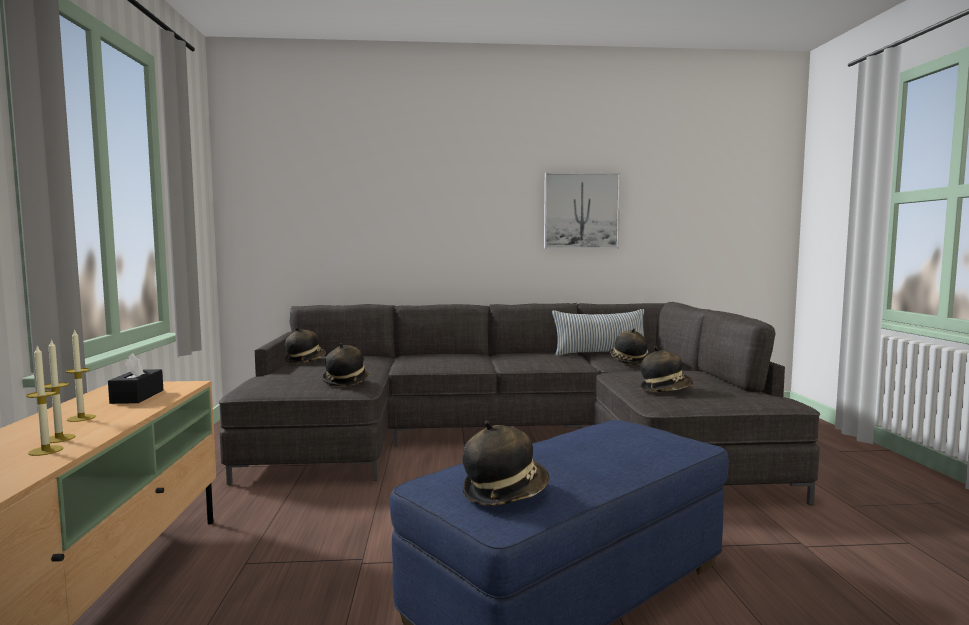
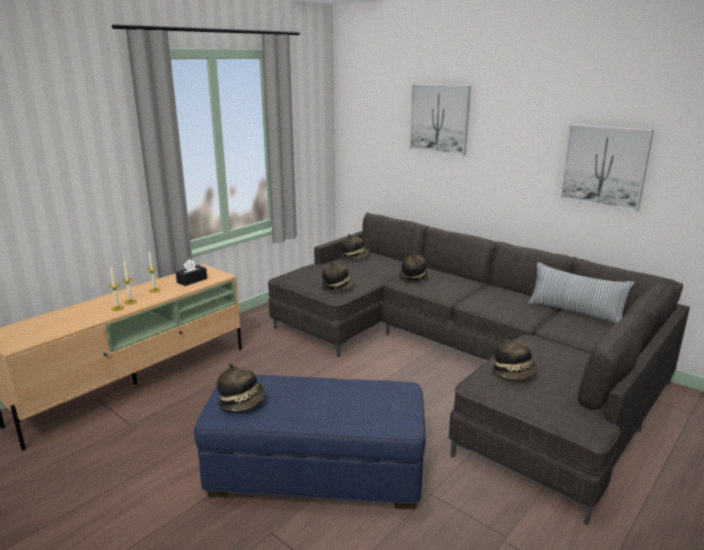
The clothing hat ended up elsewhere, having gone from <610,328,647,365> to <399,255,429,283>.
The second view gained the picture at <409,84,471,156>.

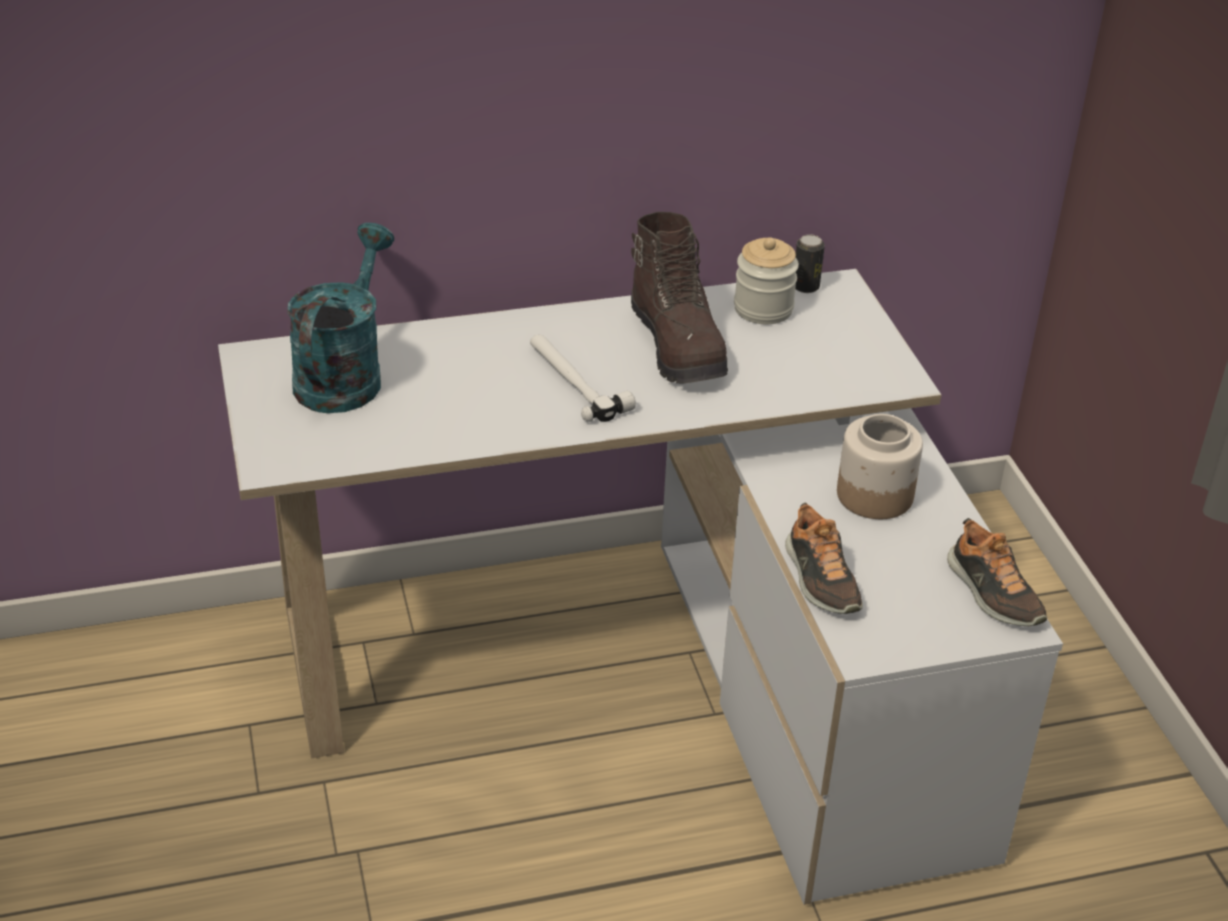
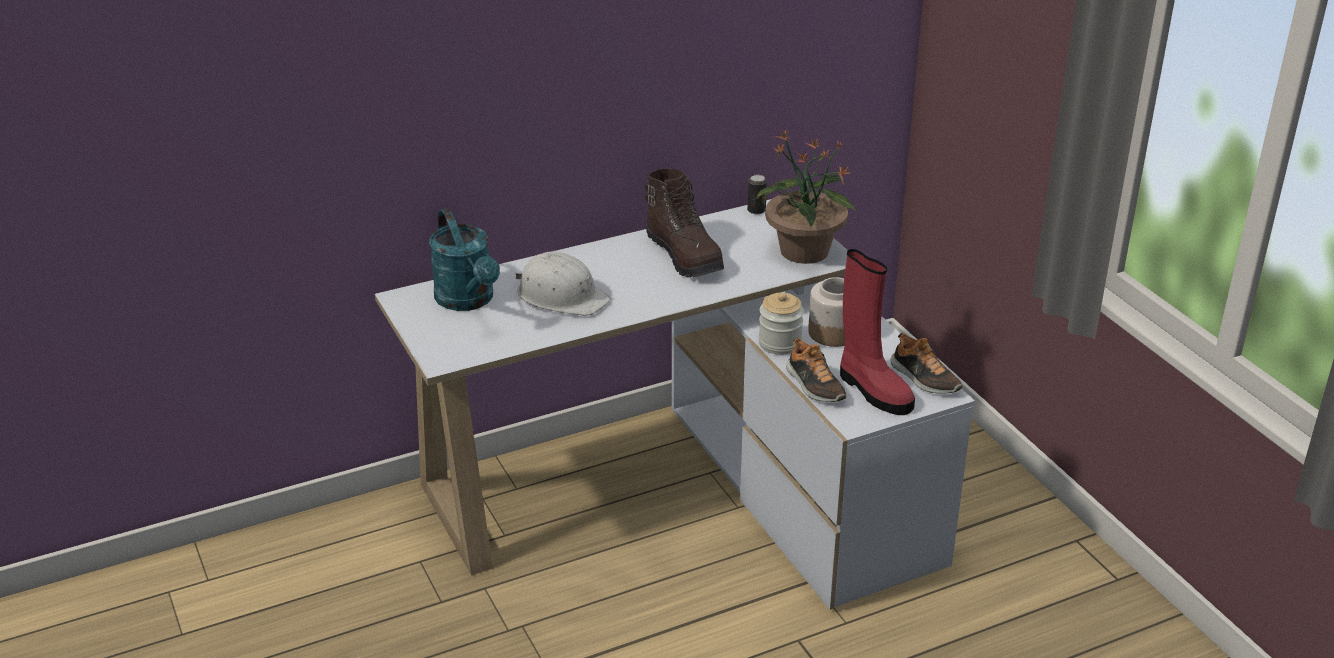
The turquoise watering pot at <287,223,394,413> ended up facing another way, 150 degrees clockwise from before.
The second view lost the hammer at <530,335,636,422>.
The storage jar ended up elsewhere, having gone from <734,237,799,324> to <759,292,804,355>.
The second view gained the white hard hat at <515,252,611,316>.
The second view gained the potted plant at <756,129,856,264>.
The second view gained the red tall boot at <840,249,915,415>.

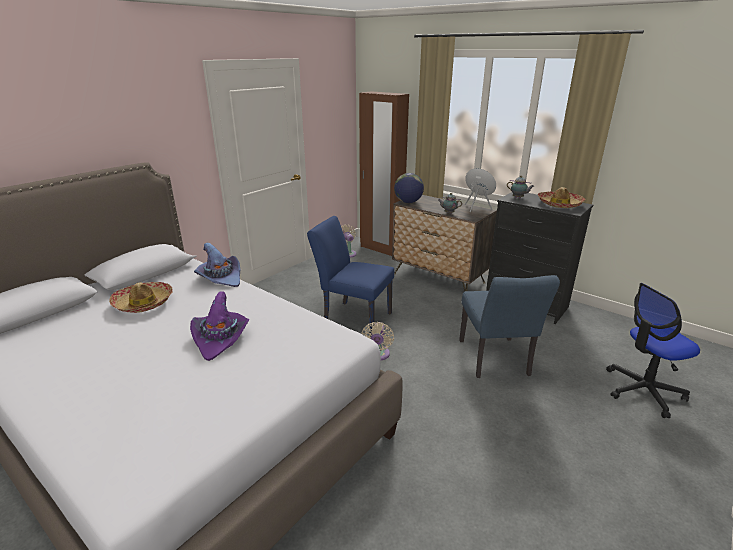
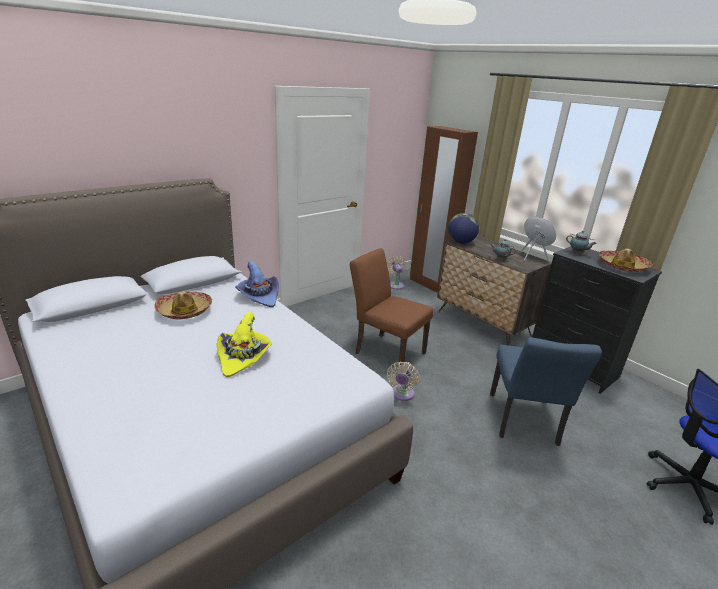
What was the purple clothing hat at <190,292,250,361> turned into the yellow-coloured clothing hat at <217,312,272,377>.
What was the blue-coloured chair at <307,216,394,335> turned into the brownish chair at <350,248,434,365>.

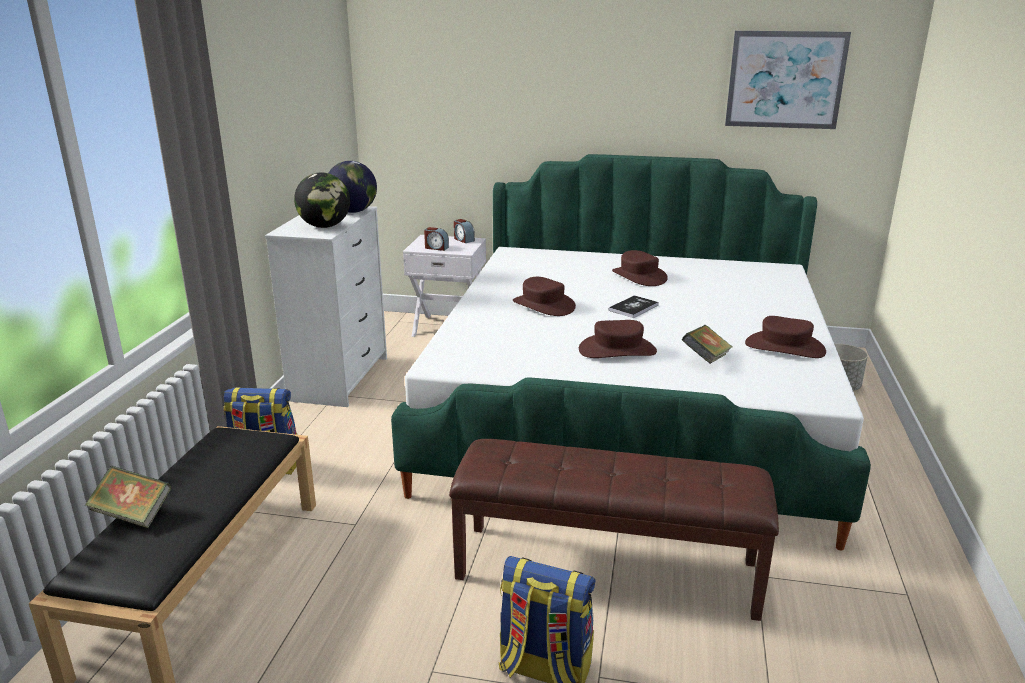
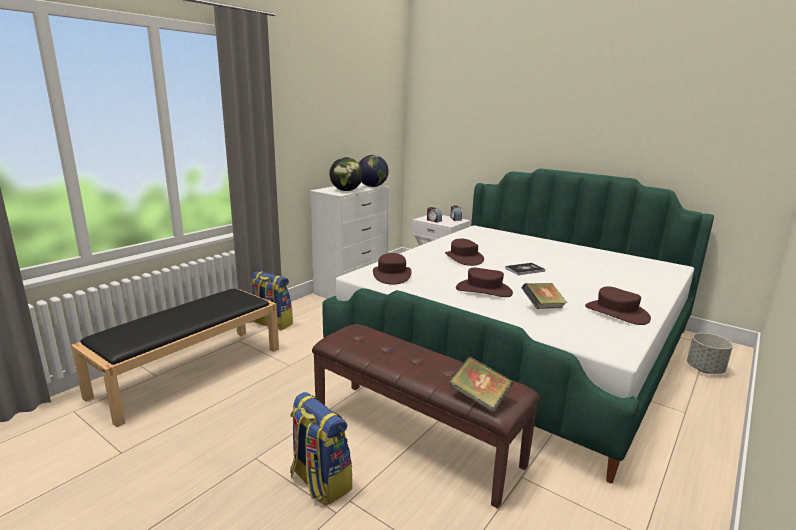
The book ended up elsewhere, having gone from <85,466,172,528> to <450,357,513,413>.
The brownish clothing hat ended up elsewhere, having gone from <612,250,668,286> to <373,253,411,285>.
The second view lost the picture at <725,31,851,129>.

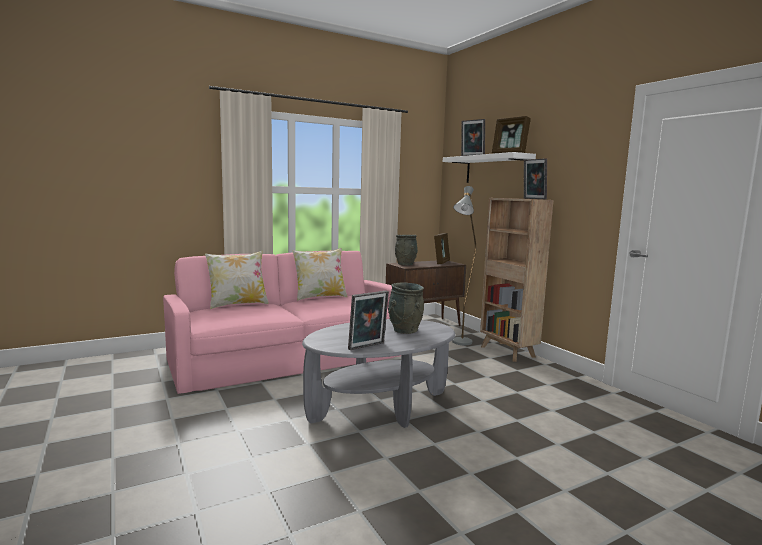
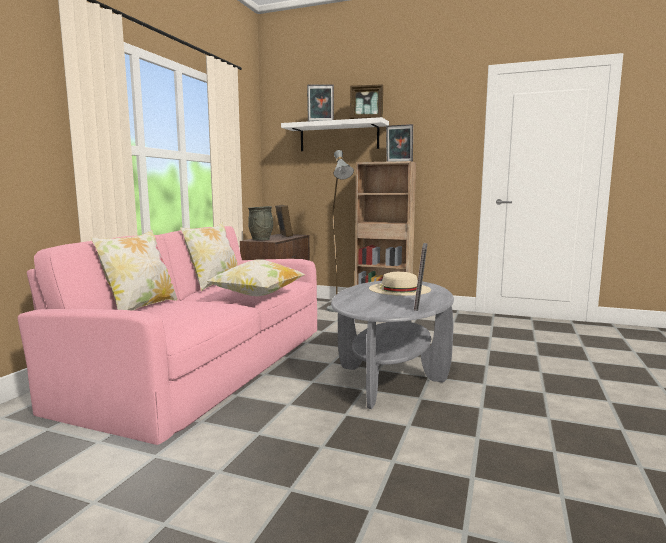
Where the grey flower vase stood at <388,282,424,334>, the beige-coloured clothing hat came to stand at <369,272,431,296>.
The second view gained the throw pillow at <206,259,305,296>.

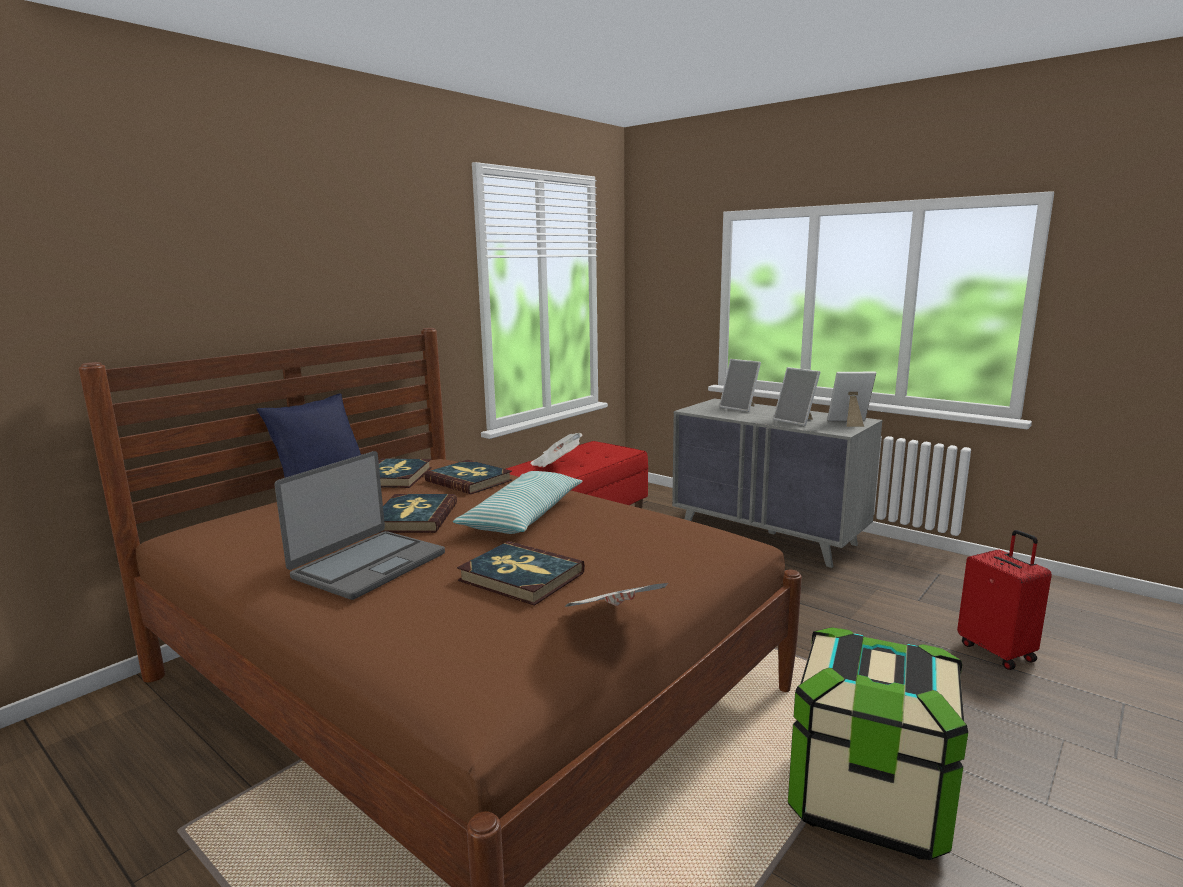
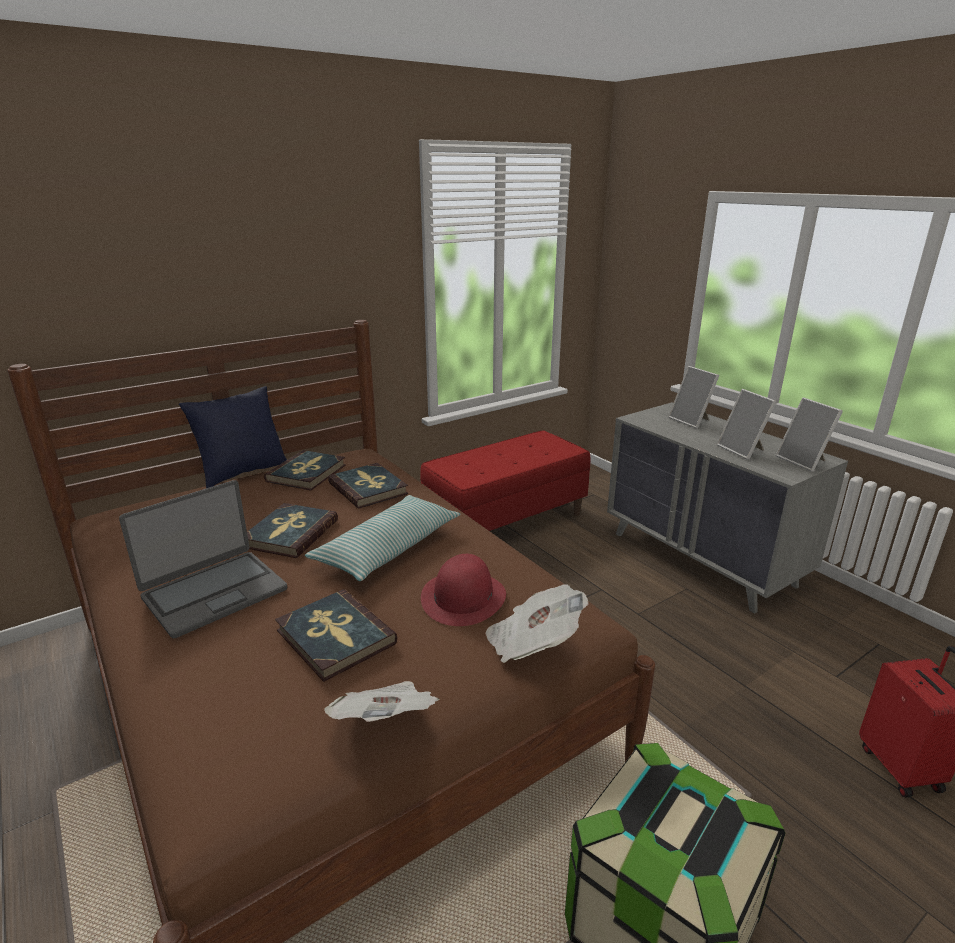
The daily paper ended up elsewhere, having gone from <530,433,583,468> to <485,584,588,663>.
The standing frame at <827,372,876,427> ended up facing another way, 135 degrees counterclockwise from before.
The second view gained the red clothing hat at <421,554,506,626>.

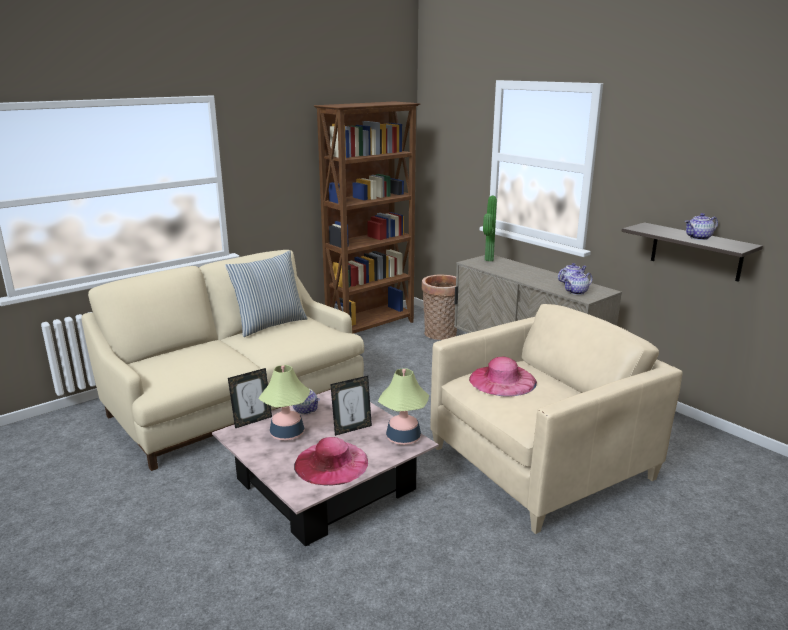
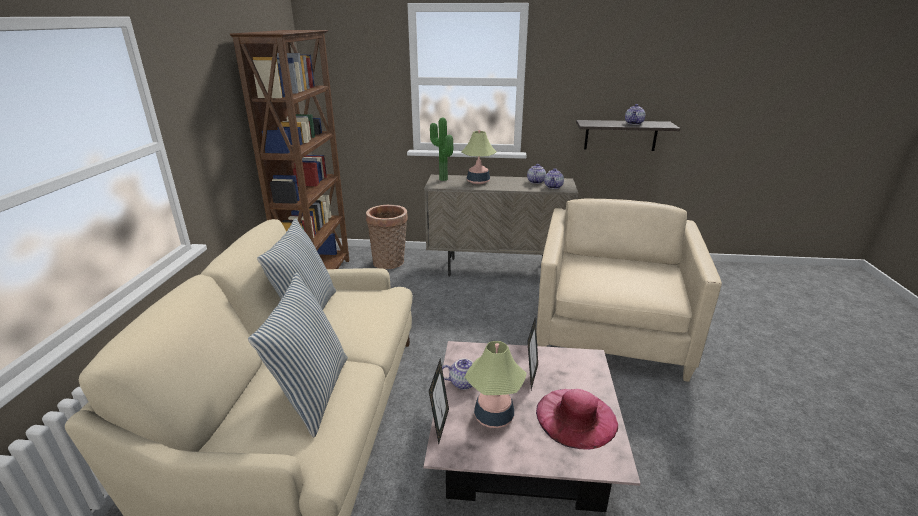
The tabletop lamp ended up elsewhere, having gone from <378,368,429,445> to <461,130,497,184>.
The second view lost the pinkish clothing hat at <469,357,537,397>.
The second view gained the throw pillow at <248,272,348,437>.

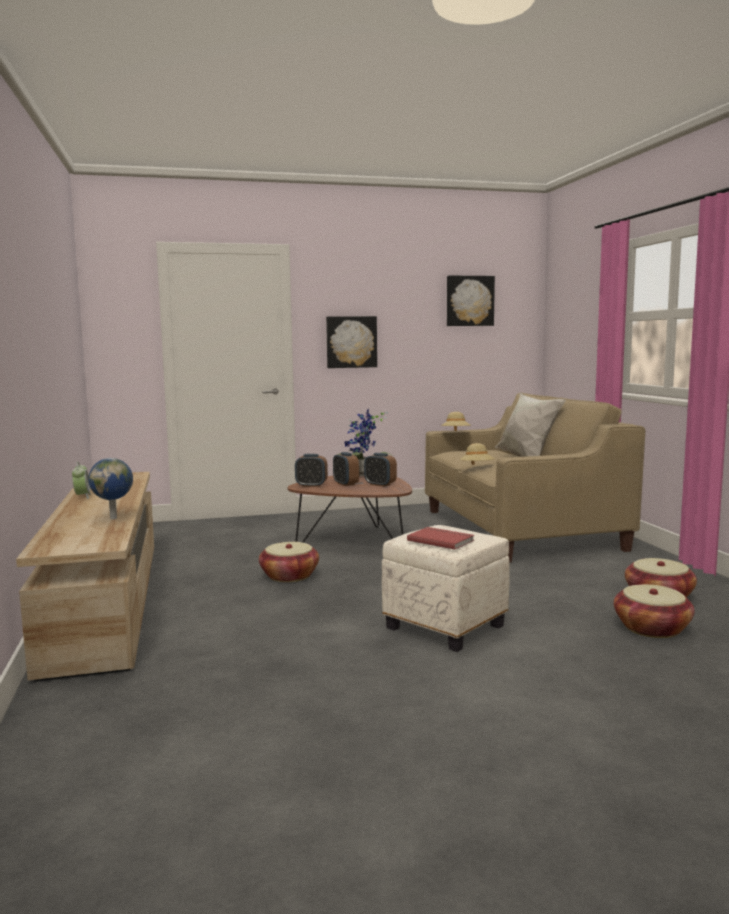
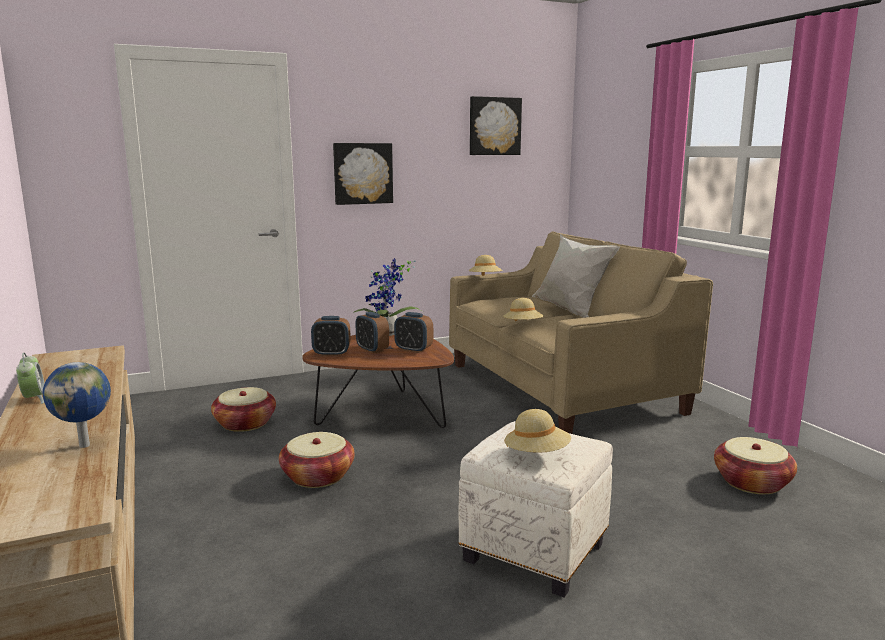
Where the red book stood at <407,527,474,550>, the beige-coloured clothing hat came to stand at <504,409,571,452>.
The storage basket ended up elsewhere, having gone from <614,584,694,638> to <211,387,276,432>.

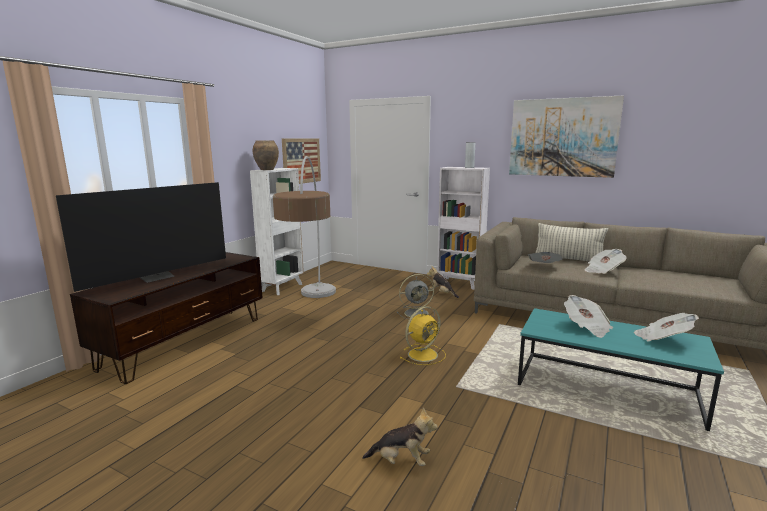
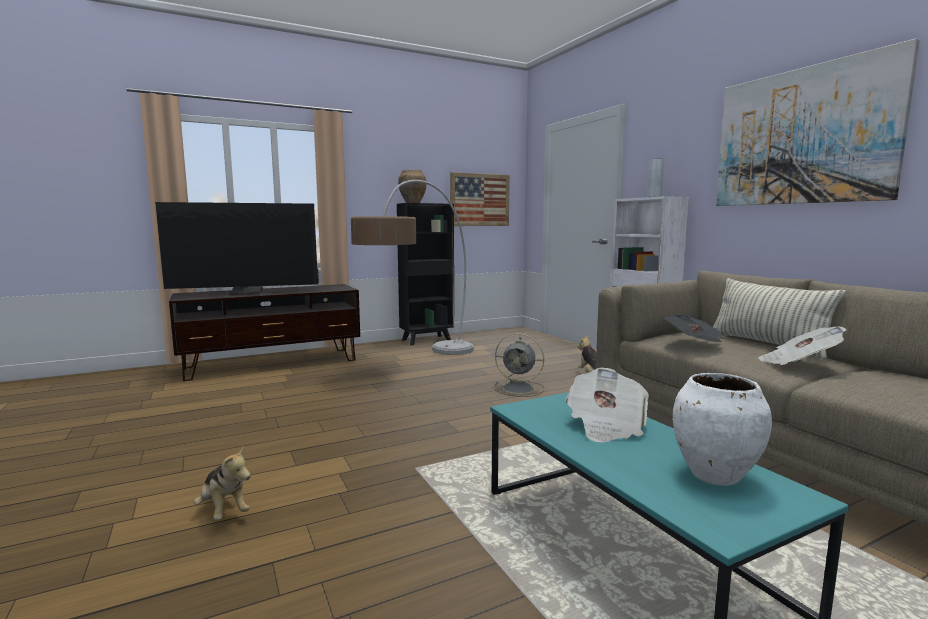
What was the white shelving unit at <250,168,304,295> turned into the black shelving unit at <397,203,454,346>.
The second view lost the yellow-coloured fan at <399,306,446,365>.
Where the daily paper stood at <634,313,699,342>, the white flower vase came to stand at <673,373,772,486>.

